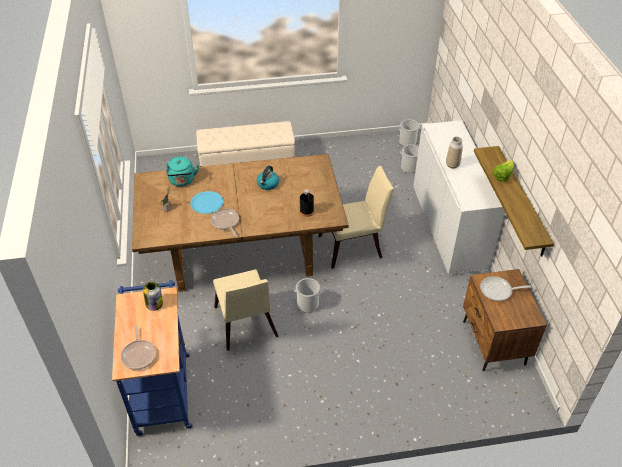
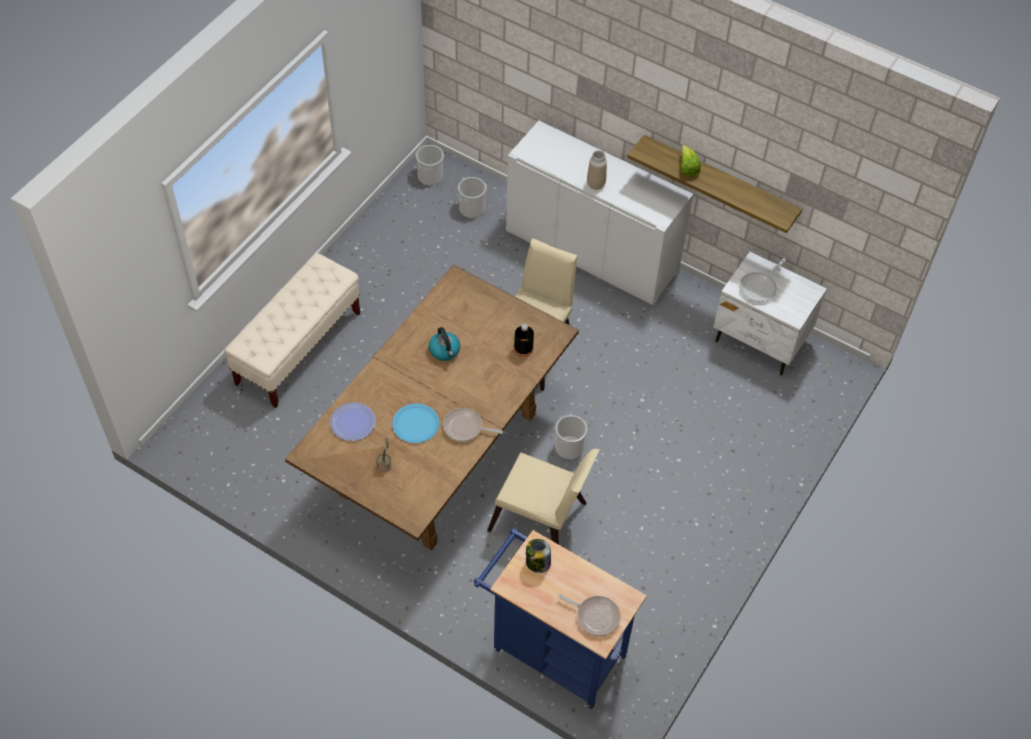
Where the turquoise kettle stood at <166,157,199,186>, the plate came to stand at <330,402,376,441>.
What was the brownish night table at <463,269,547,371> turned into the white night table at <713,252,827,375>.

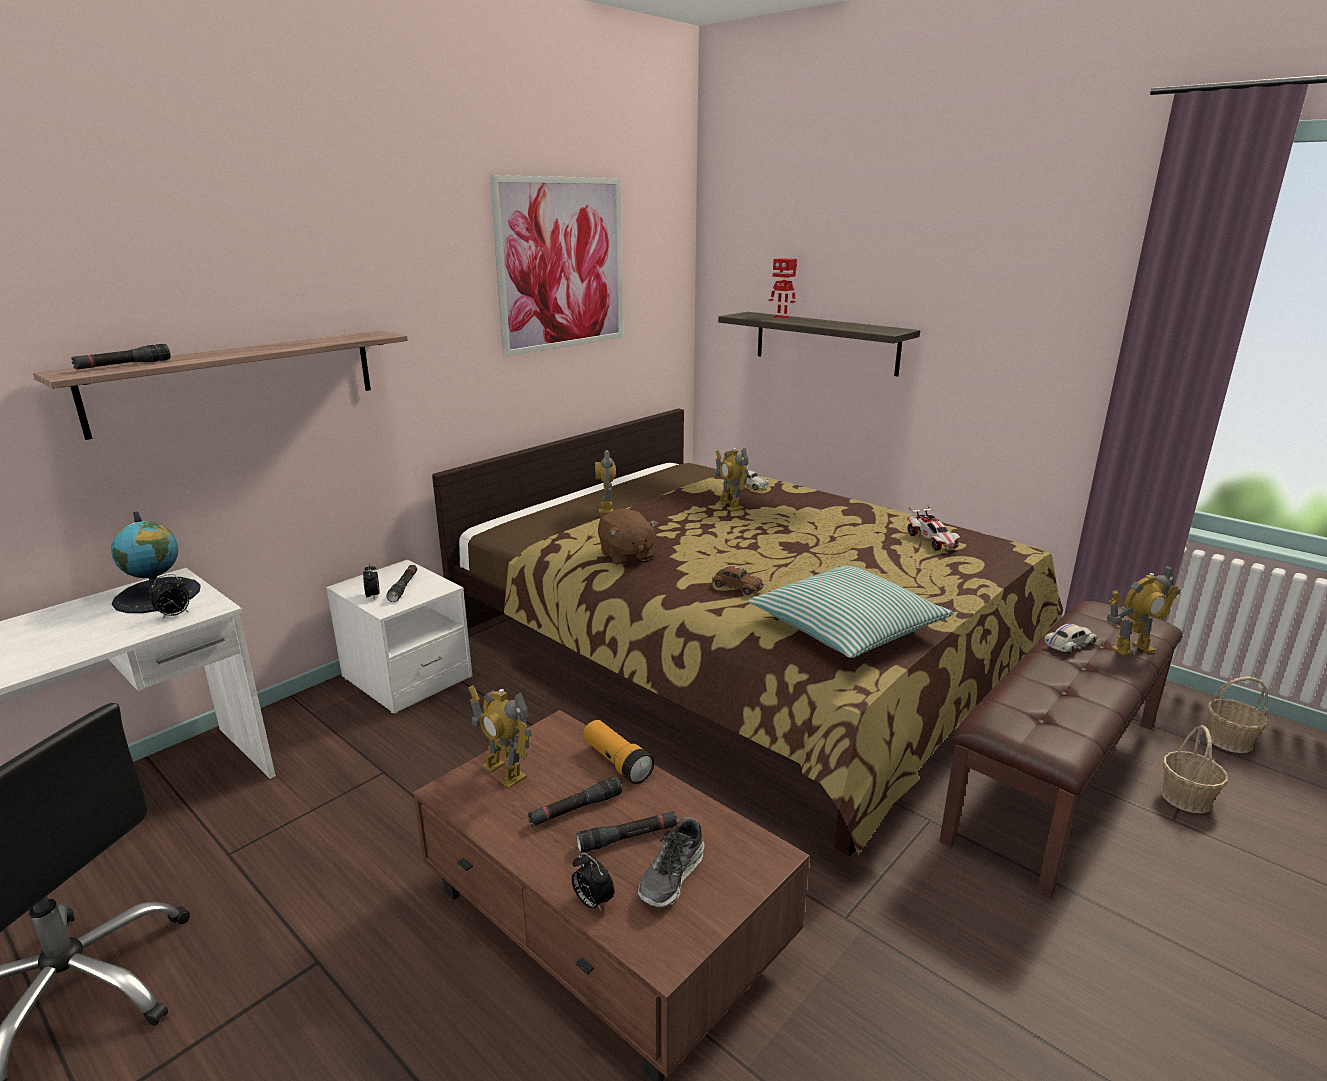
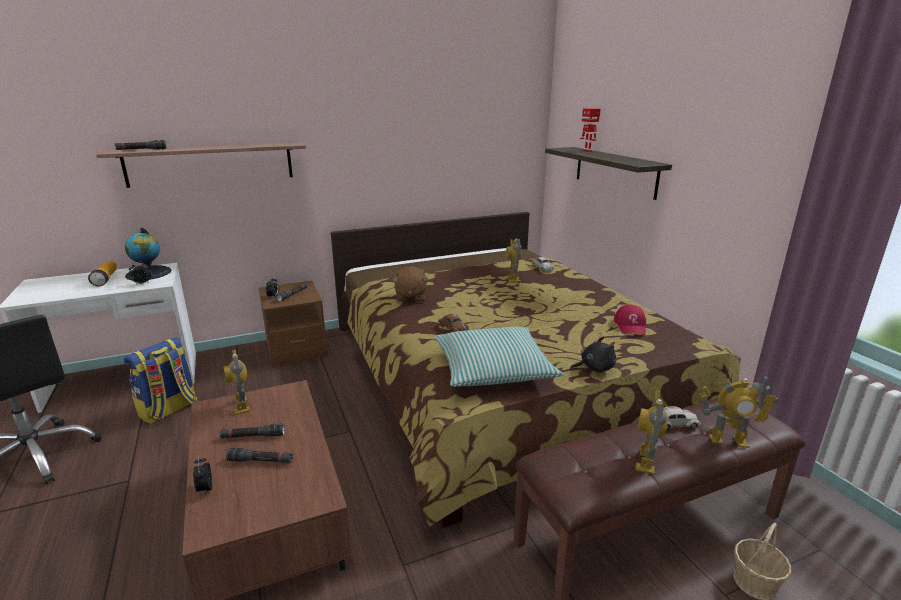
What was the white night table at <326,560,472,714> turned into the brownish night table at <259,281,328,366>.
The second view lost the picture at <490,175,623,357>.
The flashlight ended up elsewhere, having gone from <584,720,654,784> to <88,261,117,286>.
The model robot ended up elsewhere, having gone from <595,450,616,513> to <635,390,668,474>.
The second view lost the item of footwear at <638,817,704,908>.
Where the miniature car stood at <907,504,961,551>, the red peaked cap came to stand at <614,305,646,335>.
The second view lost the storage basket at <1205,677,1268,753>.
The second view gained the knapsack at <124,337,197,425>.
The second view gained the black cuddly toy at <570,336,616,373>.

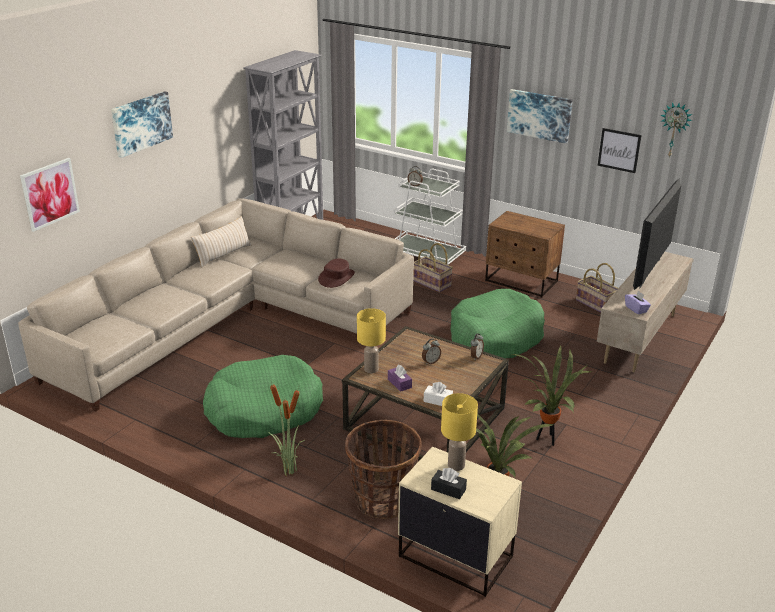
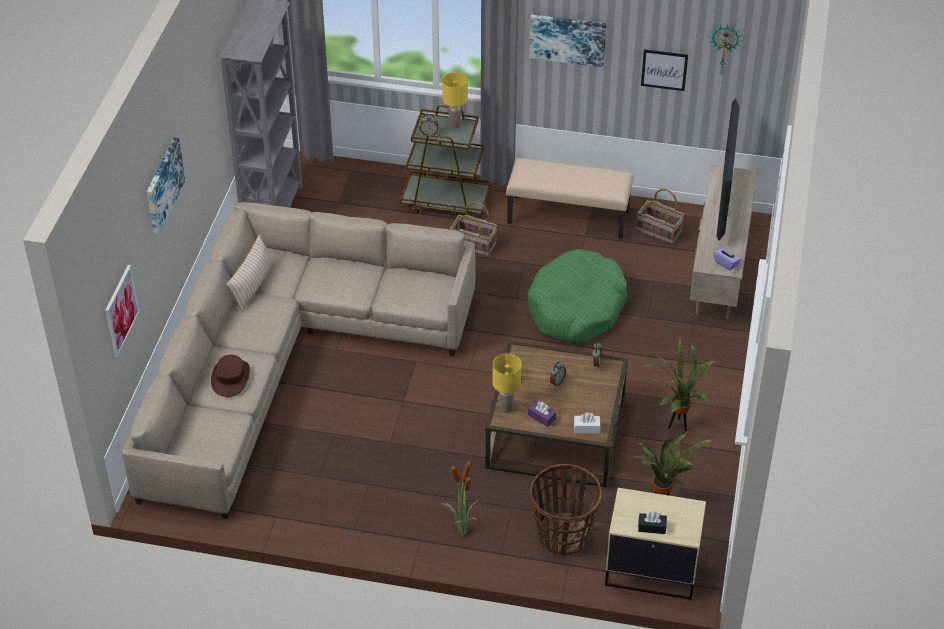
The second view lost the greenish dog bed at <203,355,323,438>.
The brownish clothing hat ended up elsewhere, having gone from <318,258,355,288> to <211,355,250,397>.
What was the white cart at <393,168,466,265> turned into the brownish cart at <400,105,491,216>.
The yellow-coloured tabletop lamp ended up elsewhere, having gone from <441,393,478,471> to <442,72,468,128>.
Where the brownish night table stood at <485,211,565,297>, the beige-coloured indoor bench came to stand at <506,158,633,239>.

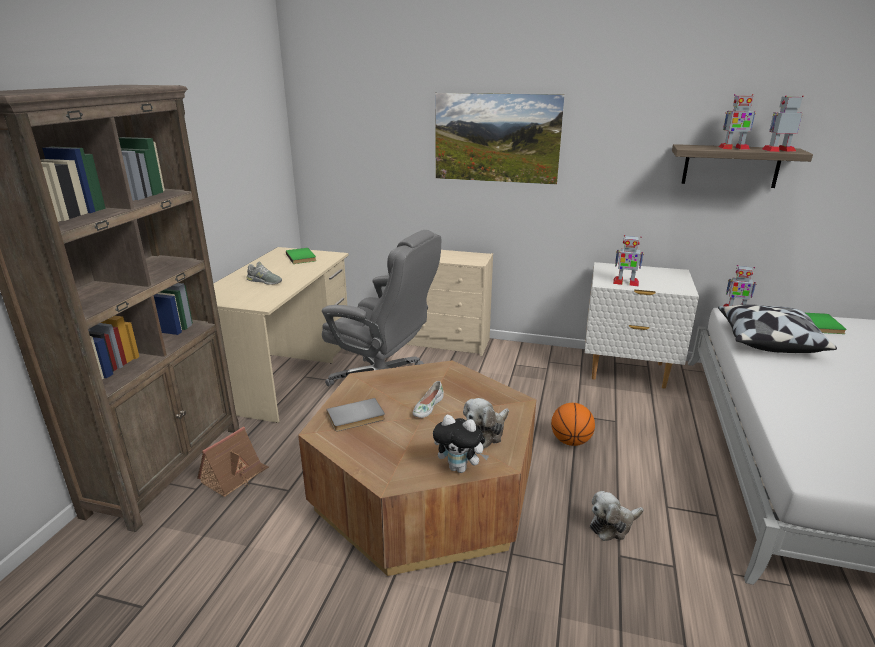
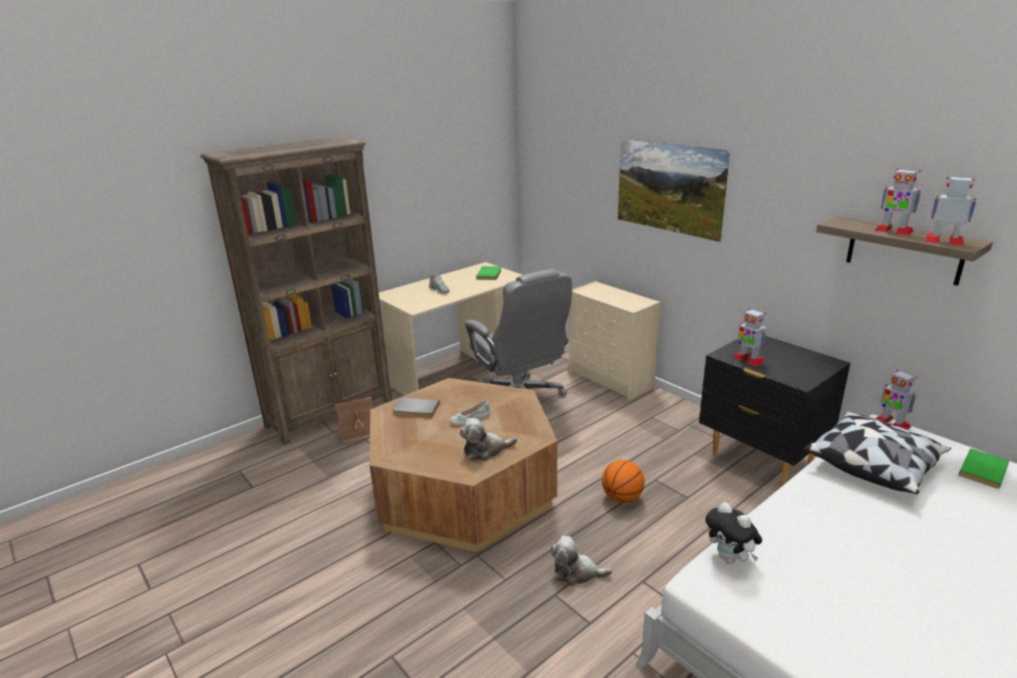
The cuddly toy ended up elsewhere, having gone from <433,415,489,473> to <705,502,762,564>.
What was the white night table at <585,262,699,389> turned into the black night table at <699,336,850,487>.

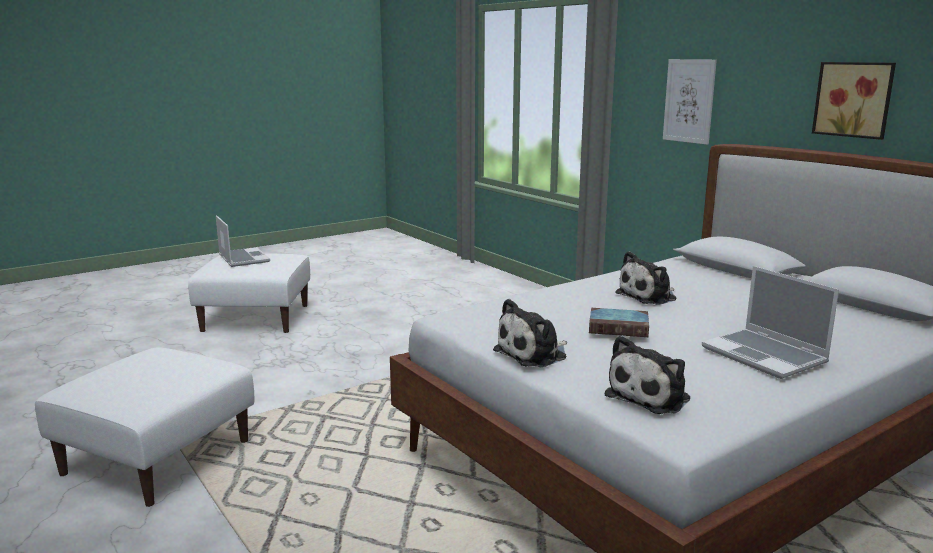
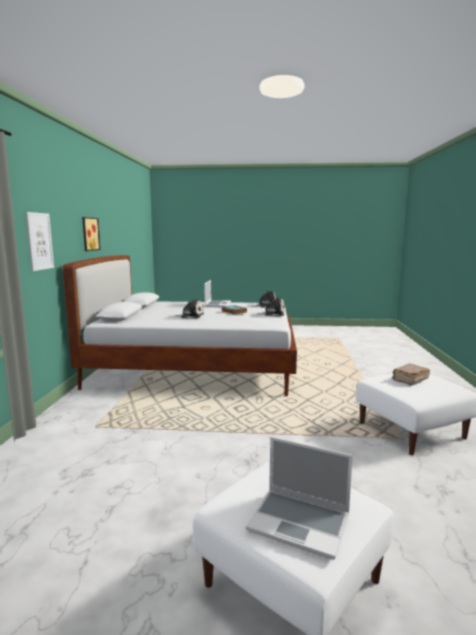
The laptop at <216,215,270,267> ended up facing another way, 75 degrees counterclockwise from before.
The second view gained the brownish book at <392,364,430,385>.

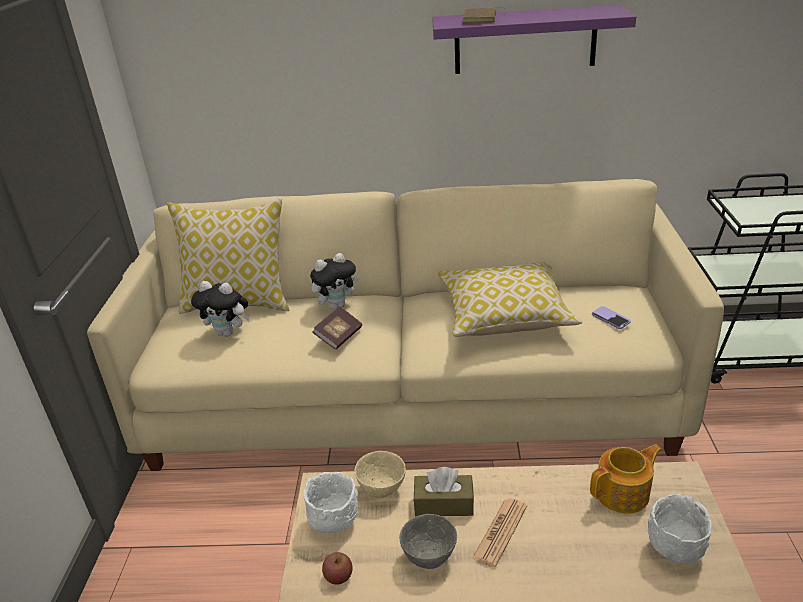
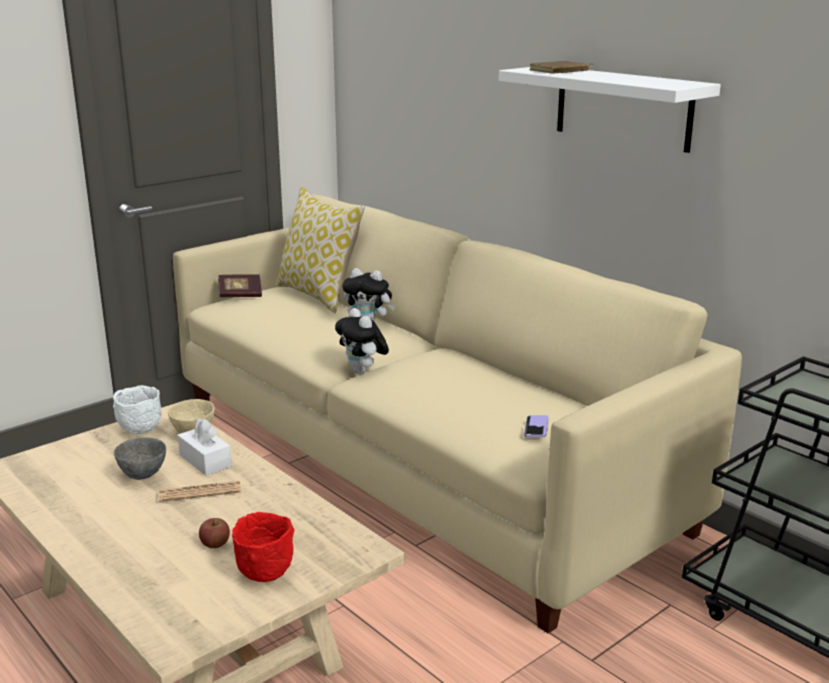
The cuddly toy ended up elsewhere, having gone from <191,281,249,337> to <335,308,389,374>.
The book ended up elsewhere, having gone from <313,307,362,350> to <218,274,262,297>.
The apple fruit ended up elsewhere, having gone from <322,552,353,585> to <199,518,230,548>.
What was the brownish tissue box at <414,467,474,516> turned into the white tissue box at <178,418,232,476>.
What was the purple wall shelf at <432,5,636,74> turned into the white wall shelf at <499,67,721,153>.
The second view lost the throw pillow at <438,262,582,337>.
The second view lost the pot for tea at <590,444,662,514>.
What was the white bowl at <648,494,712,564> turned into the red bowl at <232,512,294,582>.

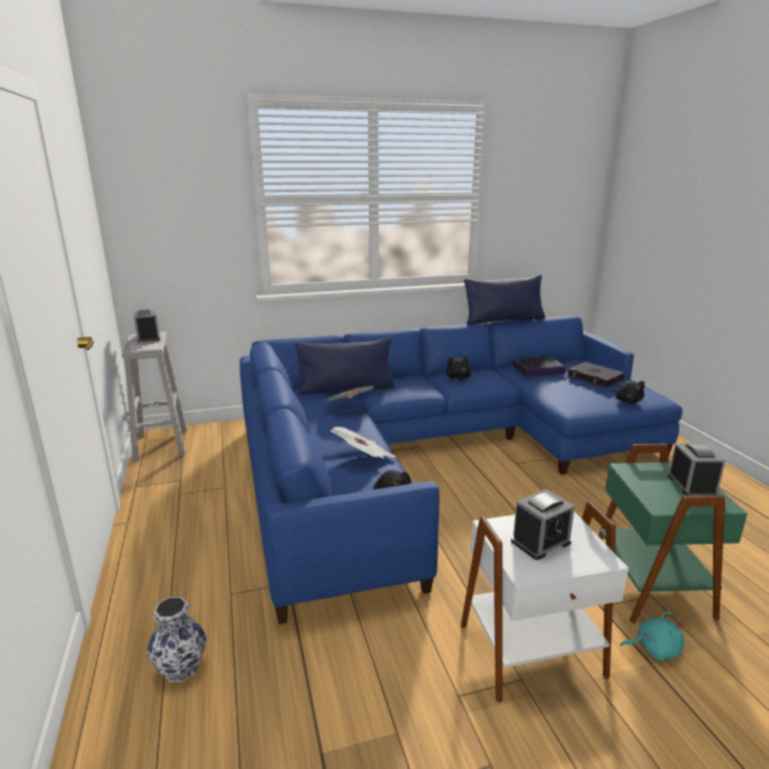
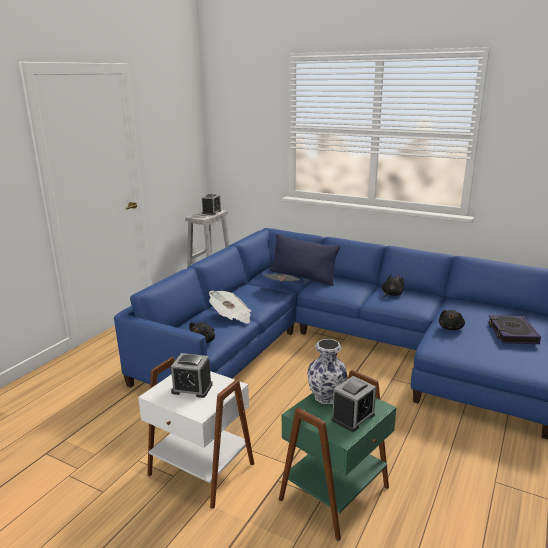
The flower vase ended up elsewhere, having gone from <147,597,206,682> to <307,339,348,404>.
The second view lost the blue-coloured throw pillow at <464,275,545,325>.
The second view lost the book at <512,356,566,377>.
The black cuddly toy ended up elsewhere, having gone from <612,381,645,403> to <439,310,465,330>.
The second view lost the turquoise cuddly toy at <620,612,685,661>.

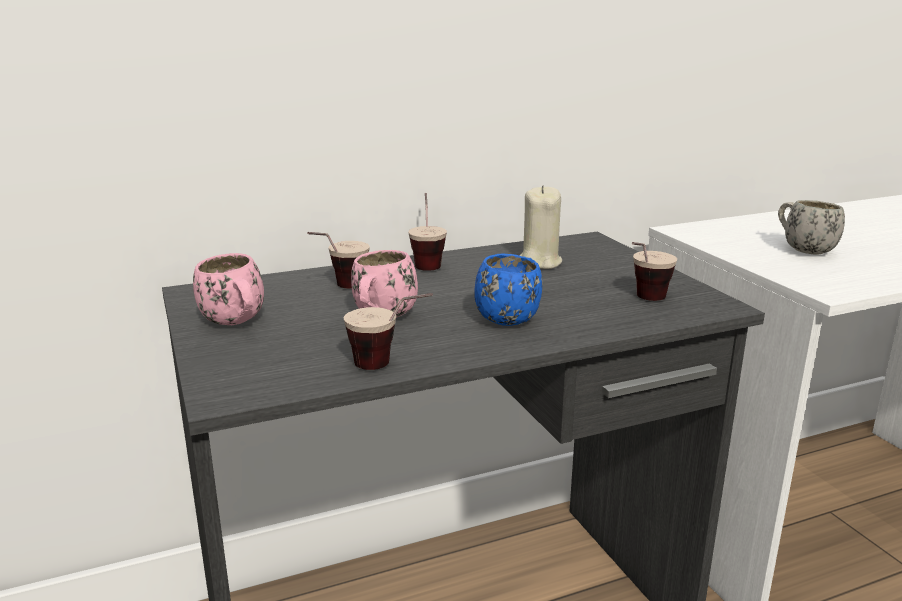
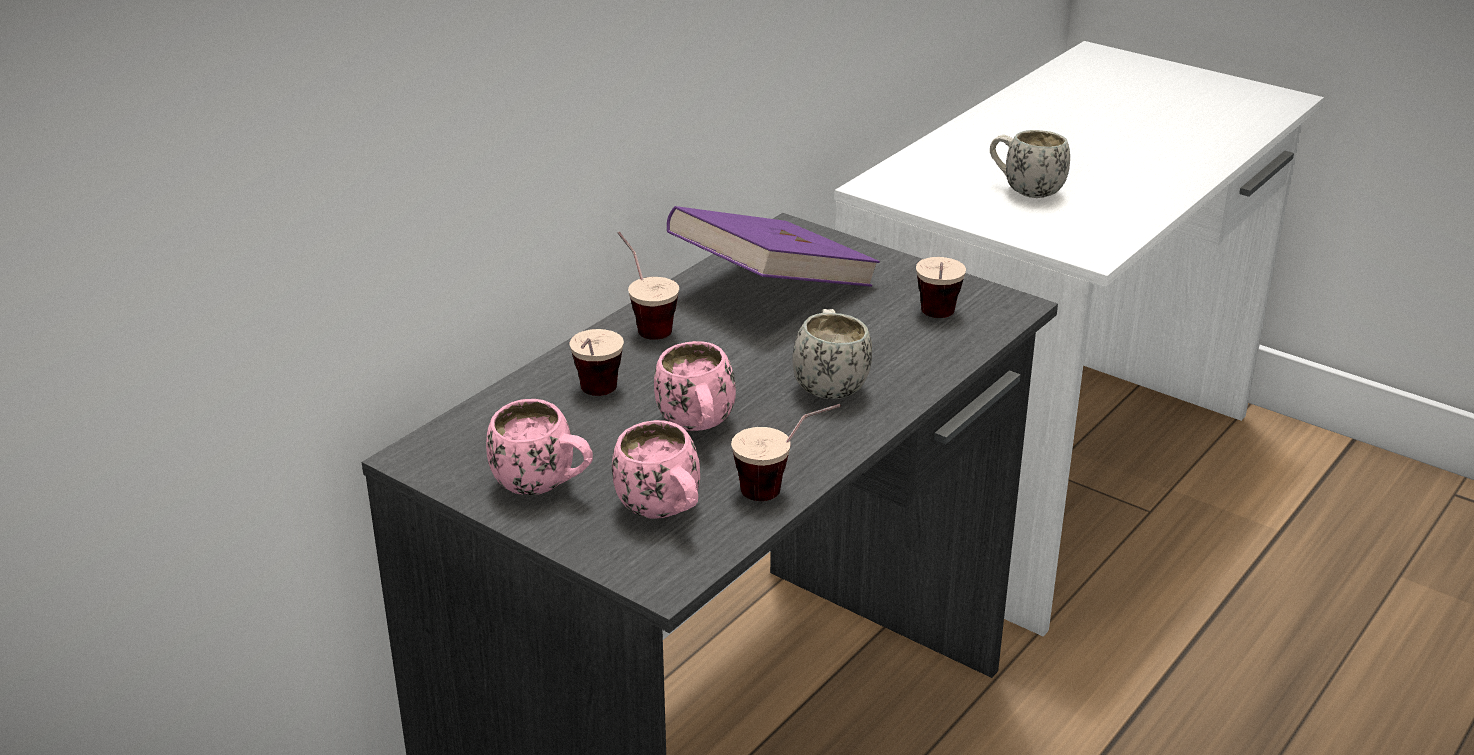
What was the blue-coloured coffee mug at <474,254,542,326> turned into the white coffee mug at <792,309,872,399>.
Where the beige-coloured candle stood at <519,185,562,269>, the purple book came to stand at <667,206,880,287>.
The second view gained the pinkish coffee mug at <612,420,700,519>.

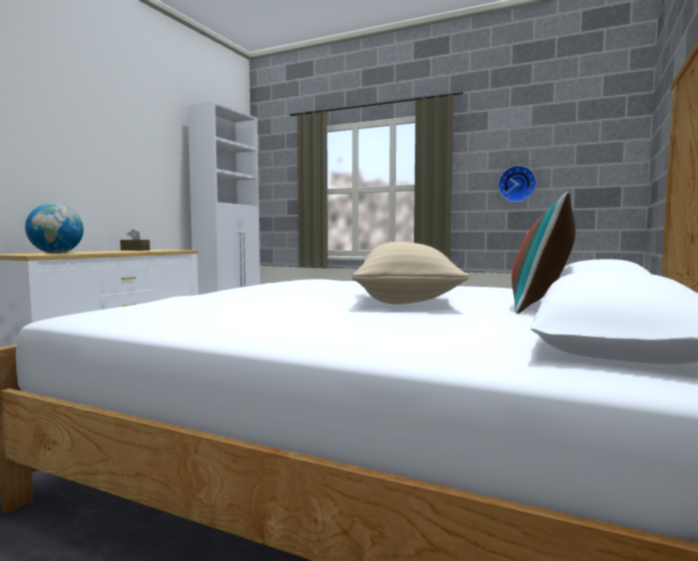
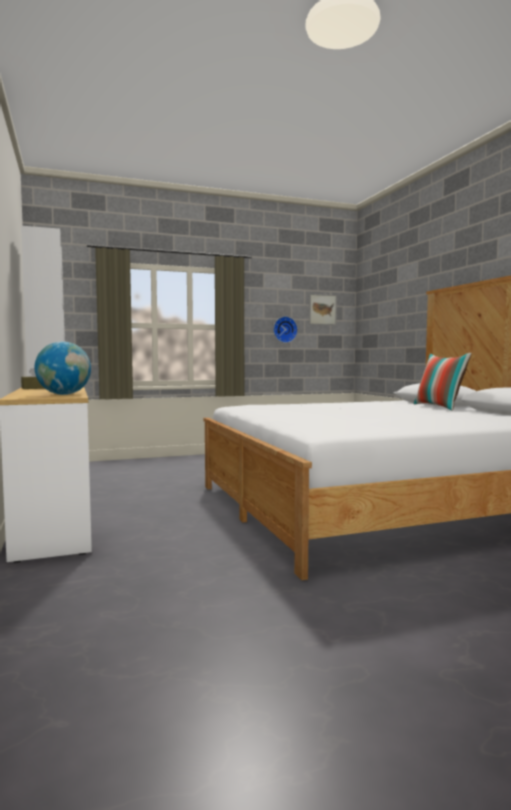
The second view lost the beige-coloured throw pillow at <352,242,469,304>.
The second view gained the picture at <309,294,337,325>.

